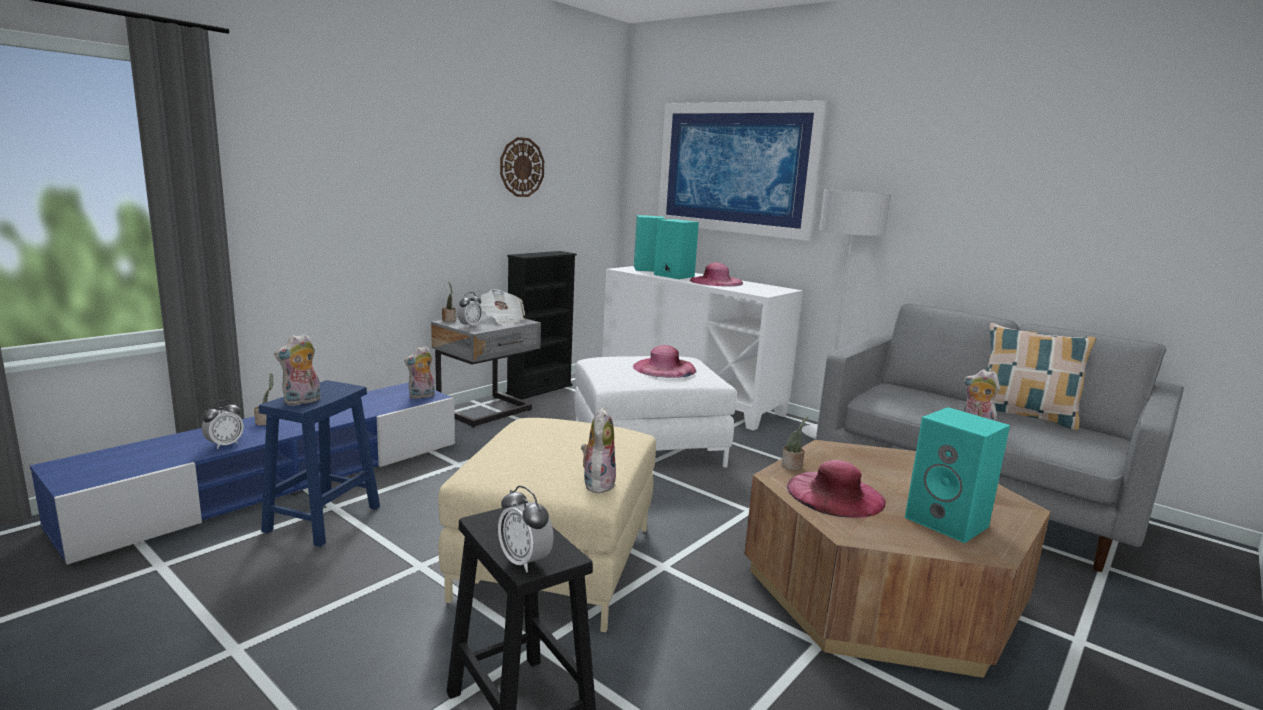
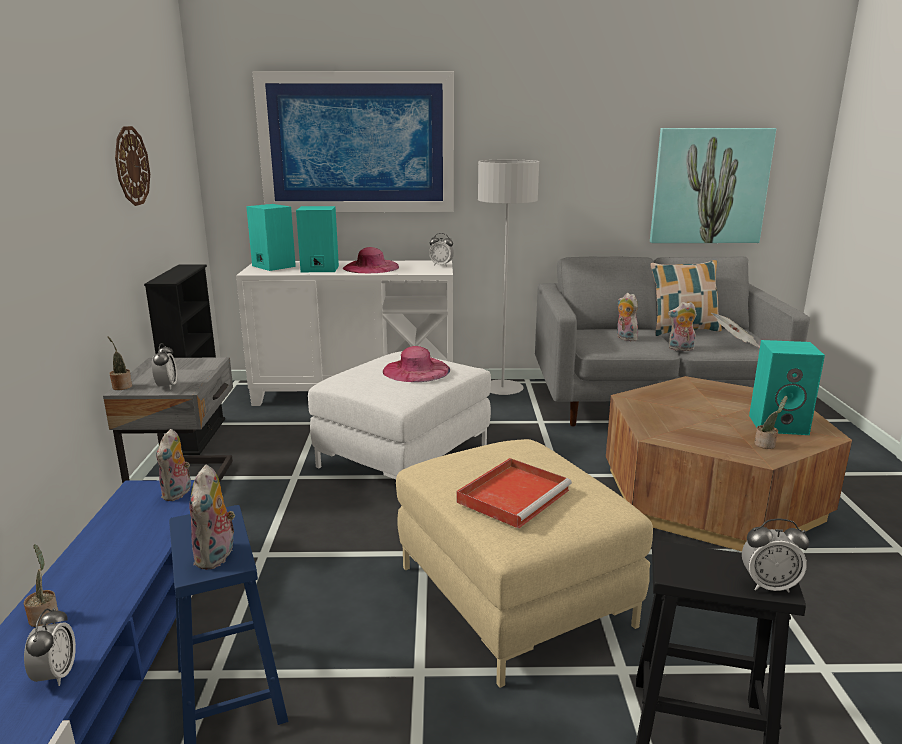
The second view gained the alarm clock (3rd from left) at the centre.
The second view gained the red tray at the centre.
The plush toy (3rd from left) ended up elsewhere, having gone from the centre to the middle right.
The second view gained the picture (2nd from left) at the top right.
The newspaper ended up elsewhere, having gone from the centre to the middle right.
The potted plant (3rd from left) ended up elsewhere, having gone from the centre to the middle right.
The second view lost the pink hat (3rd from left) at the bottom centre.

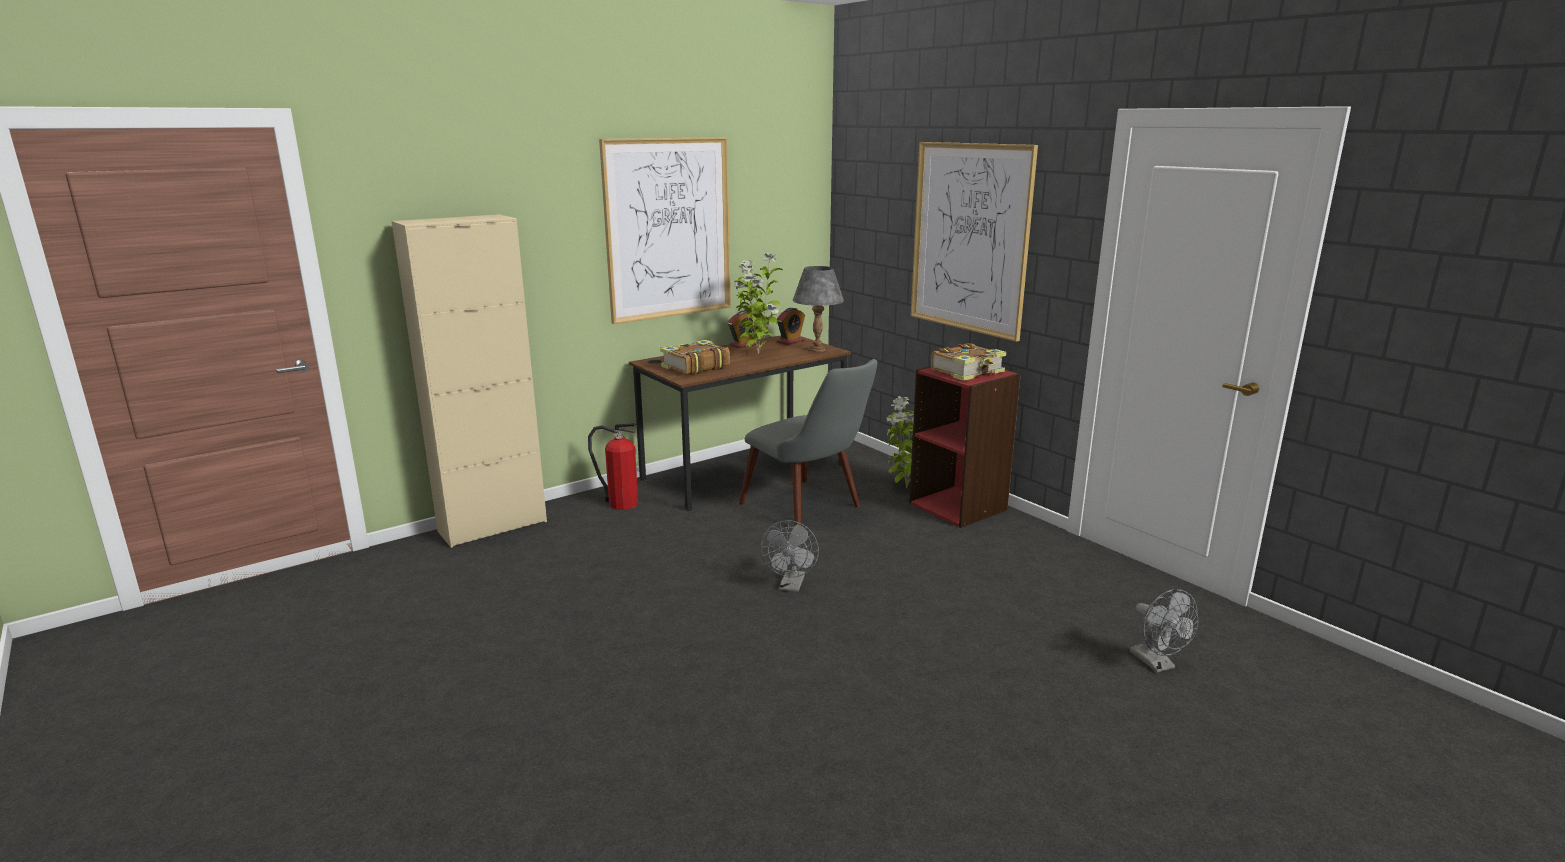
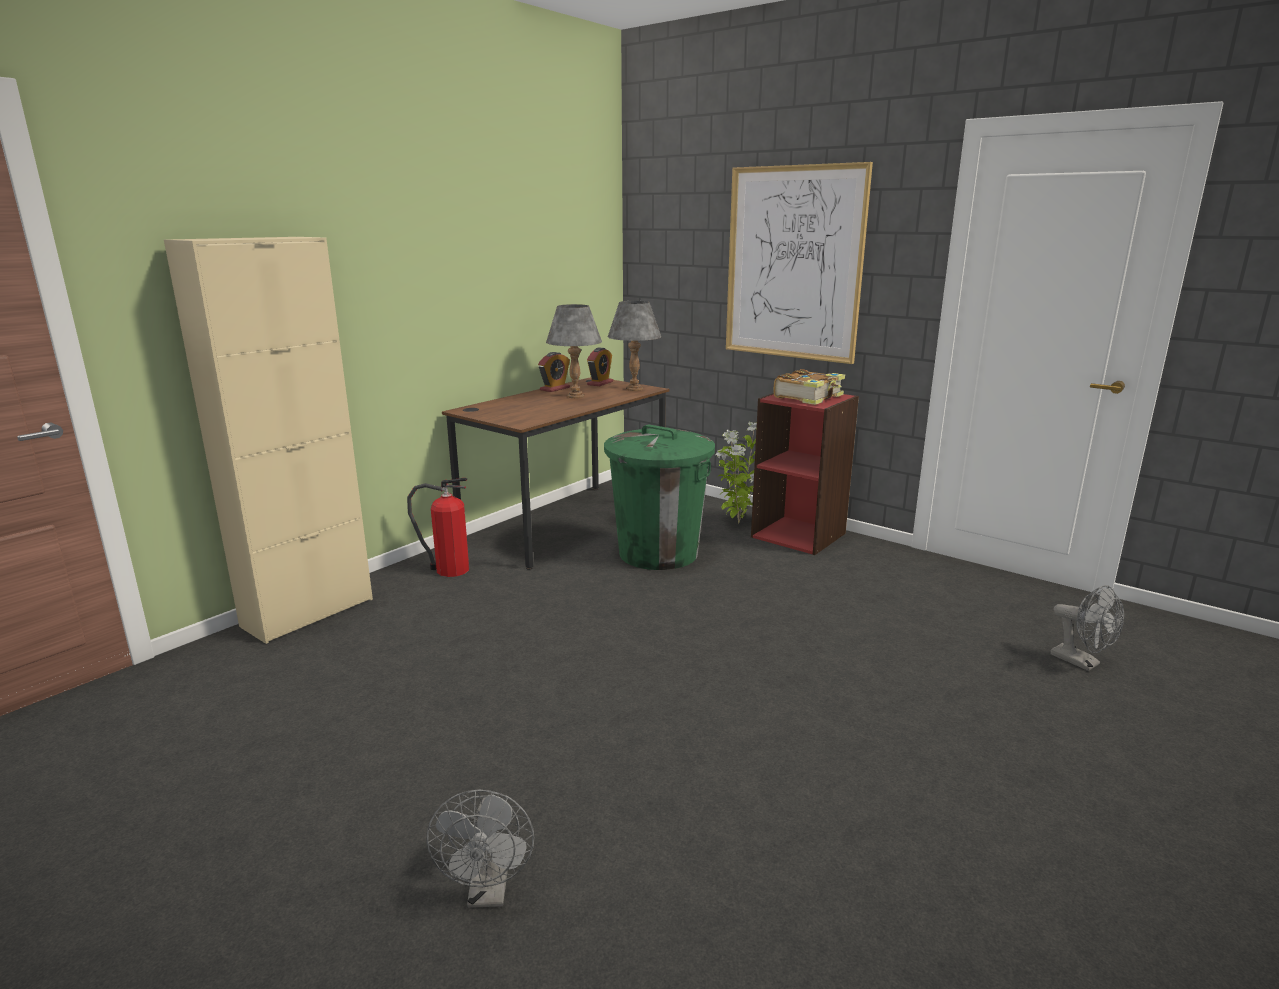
The grey fan (1st from left) ended up elsewhere, having gone from the centre to the bottom centre.
Where the potted plant (1st from left) stood at the centre, the grey table lamp (1st from left) came to stand at the centre.
Where the grey chair stood at the centre, the green trash can came to stand at the centre.
The second view lost the picture (1st from left) at the top centre.
The second view lost the book (1st from left) at the centre.

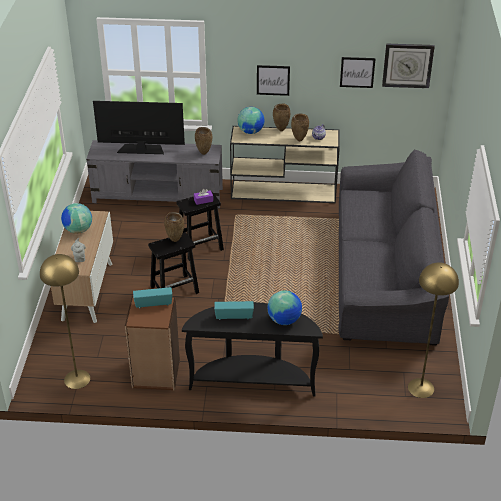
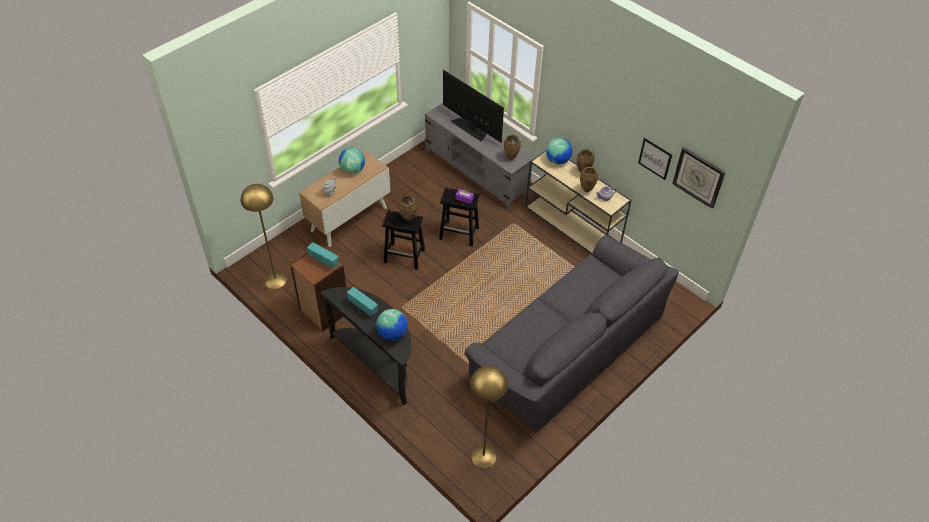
The second view lost the picture (1st from left) at the top centre.

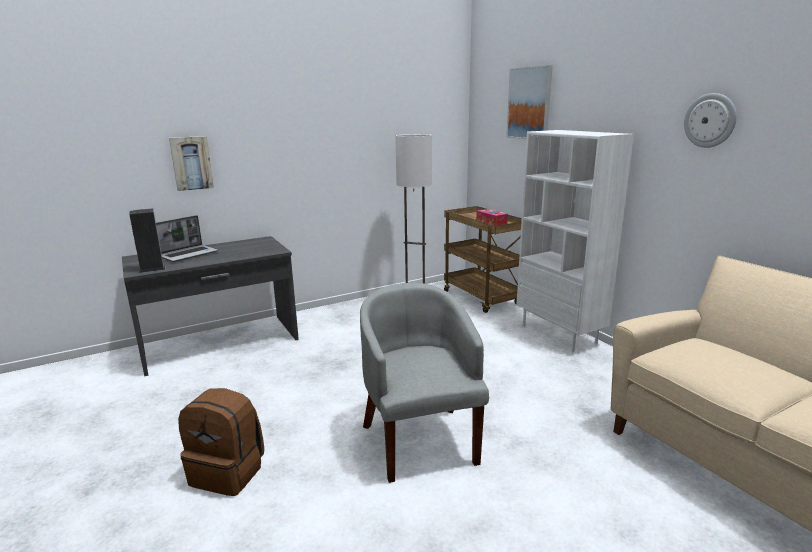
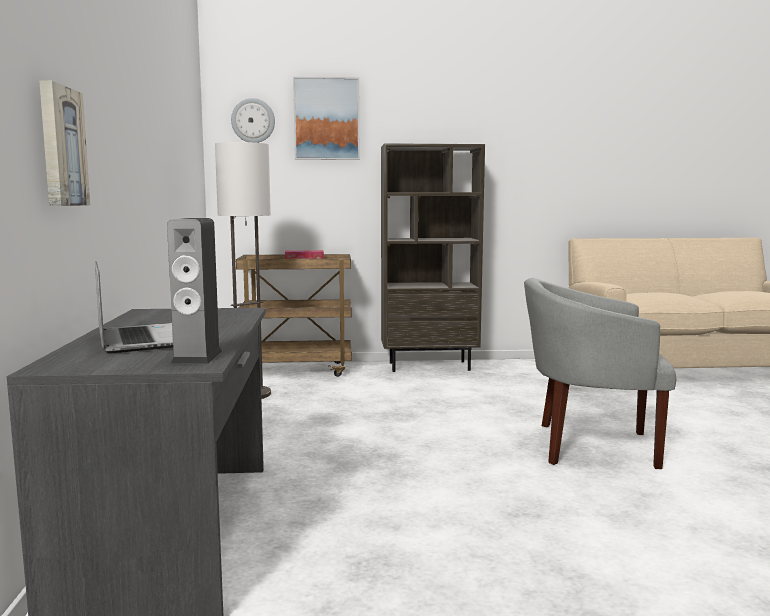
The wall clock ended up elsewhere, having gone from the top right to the top left.
What was the white bookcase at the middle right turned into the brown bookcase at the centre.
The second view lost the brown backpack at the bottom left.

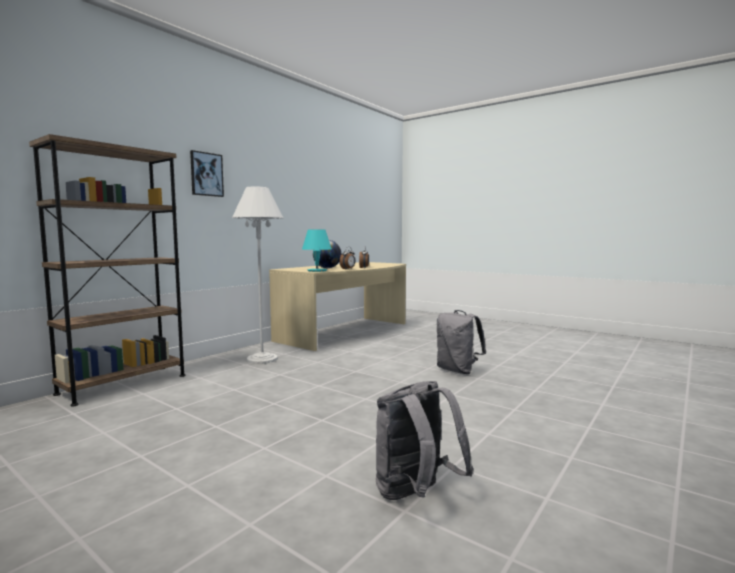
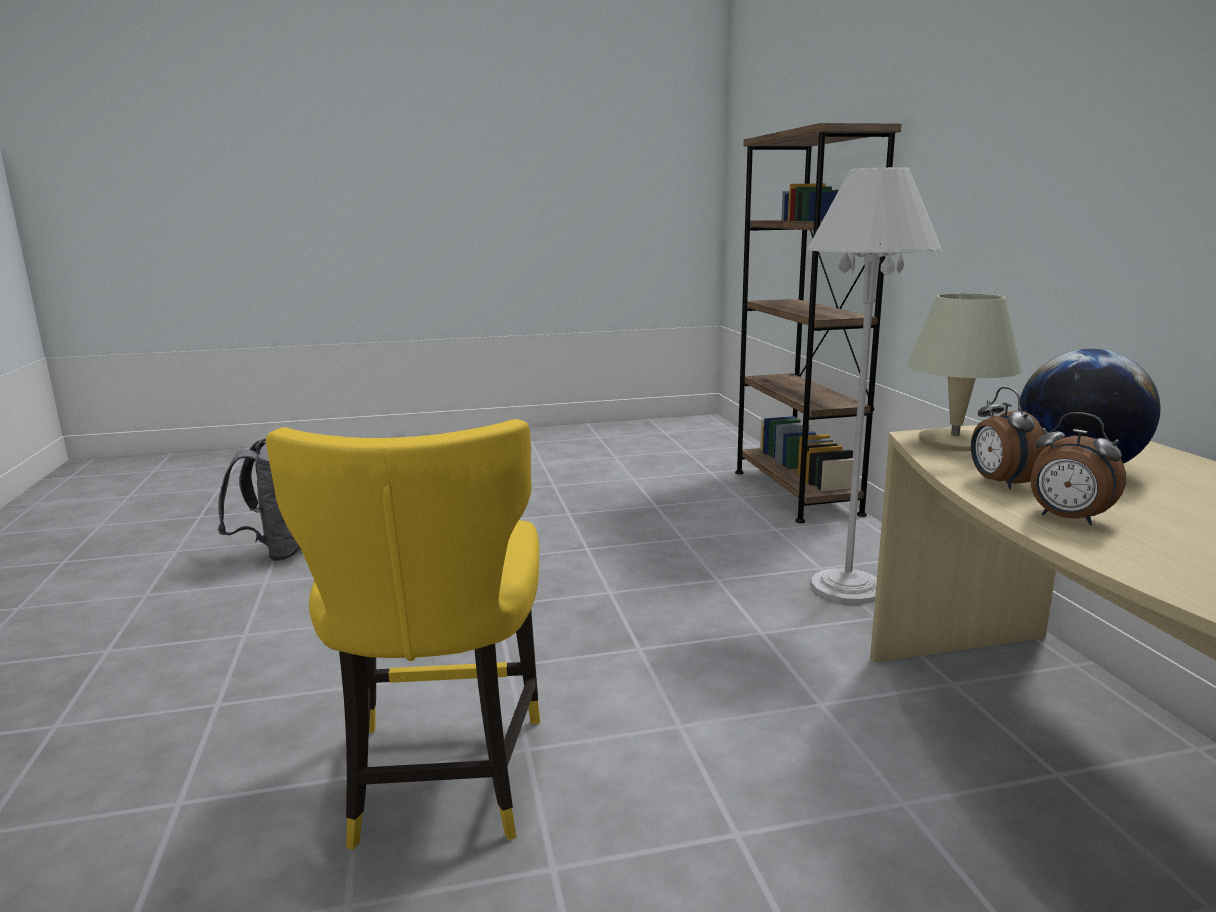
Where the grey backpack (2nd from left) stood at the centre, the yellow chair came to stand at the bottom left.
What was the turquoise table lamp at the centre turned into the beige table lamp at the middle right.
The second view lost the picture at the top left.

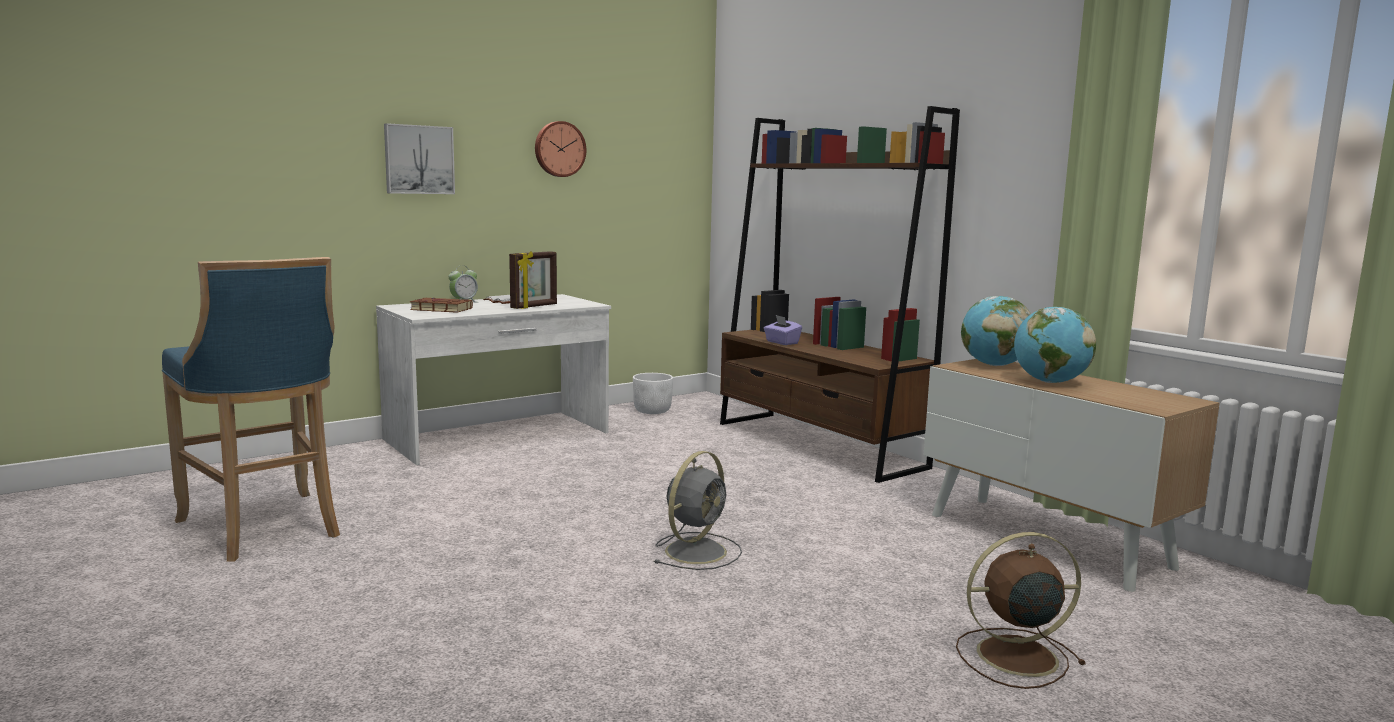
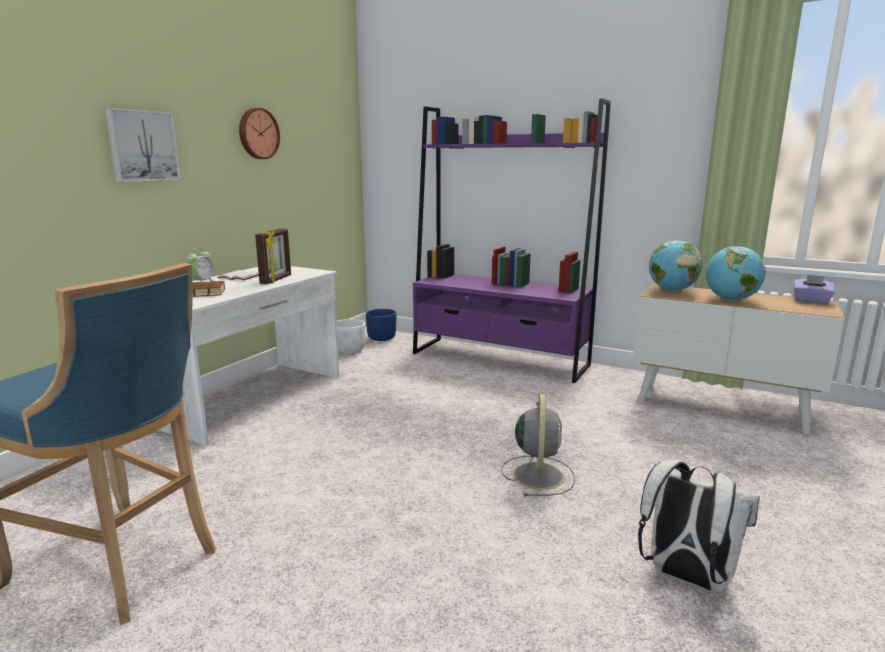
The second view gained the blue planter at the centre.
What was the brown bookcase at the centre turned into the purple bookcase at the centre.
The second view gained the white backpack at the bottom right.
The purple tissue box ended up elsewhere, having gone from the centre to the middle right.
The second view lost the brown fan at the bottom right.

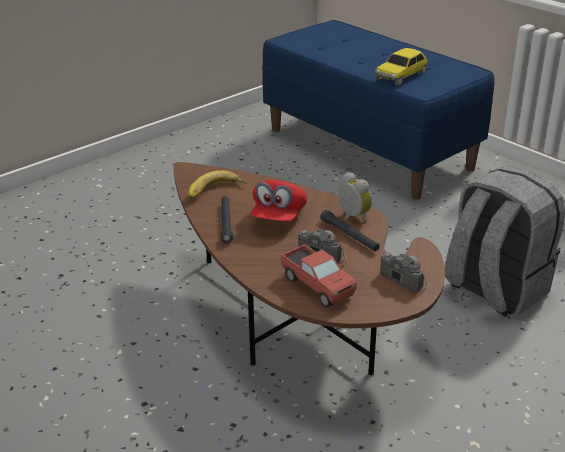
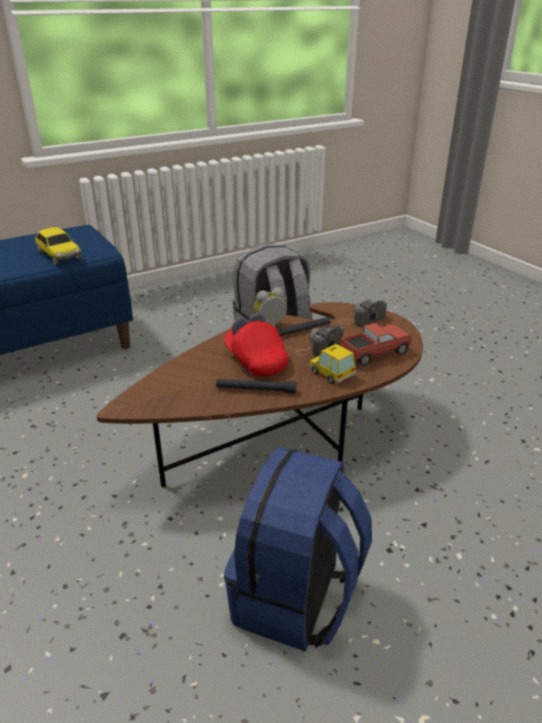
The red cap at the centre ended up facing another way, 150 degrees counterclockwise from before.
The second view gained the blue backpack at the bottom centre.
The second view gained the toy car (2nd from left) at the centre.
The second view lost the banana at the centre.

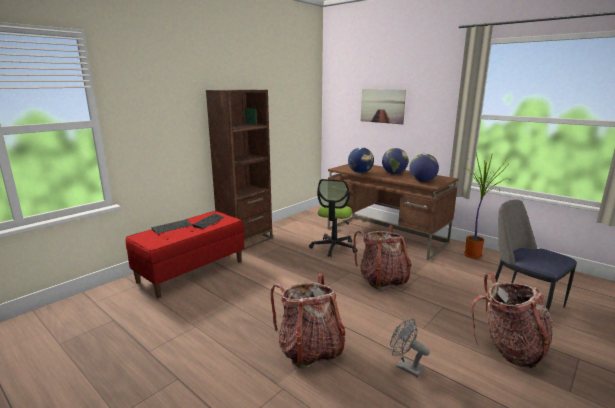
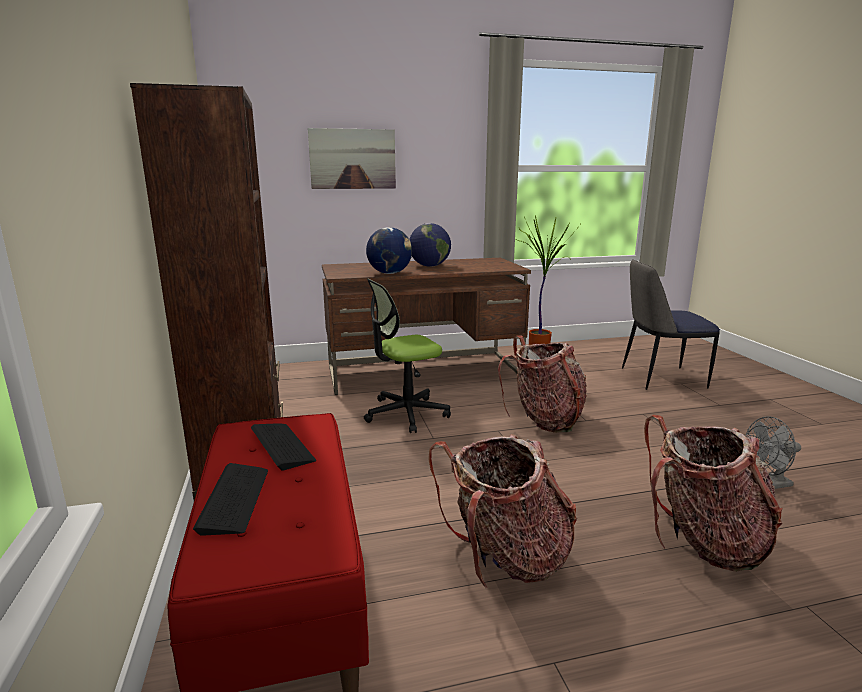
The office chair at the centre ended up facing another way, 105 degrees clockwise from before.
The backpack (3rd from left in the first image) ended up elsewhere, having gone from the bottom right to the bottom centre.
The second view lost the globe (3rd from left) at the middle right.

